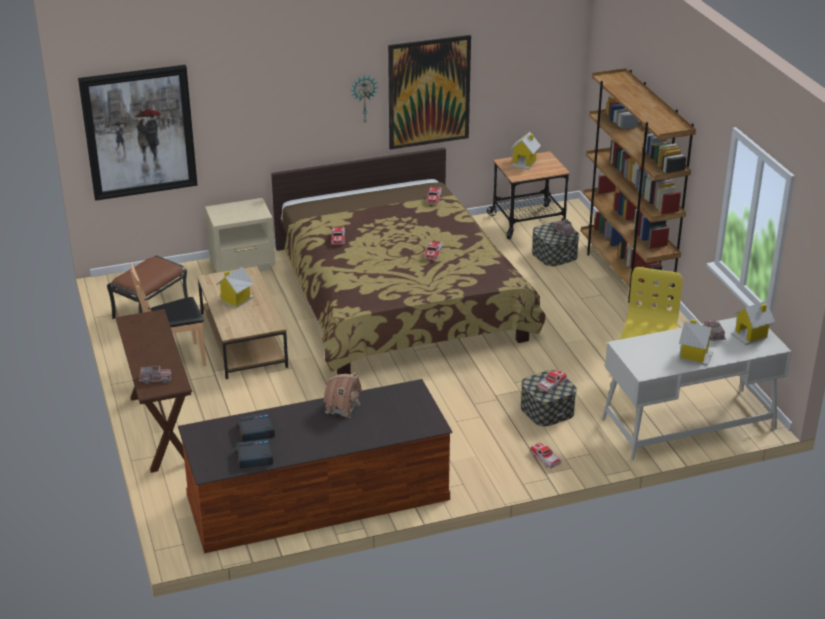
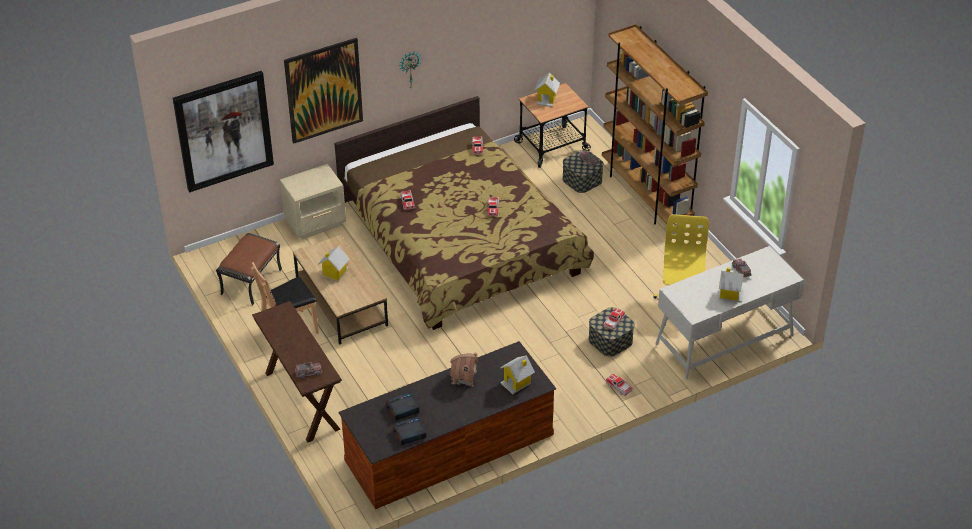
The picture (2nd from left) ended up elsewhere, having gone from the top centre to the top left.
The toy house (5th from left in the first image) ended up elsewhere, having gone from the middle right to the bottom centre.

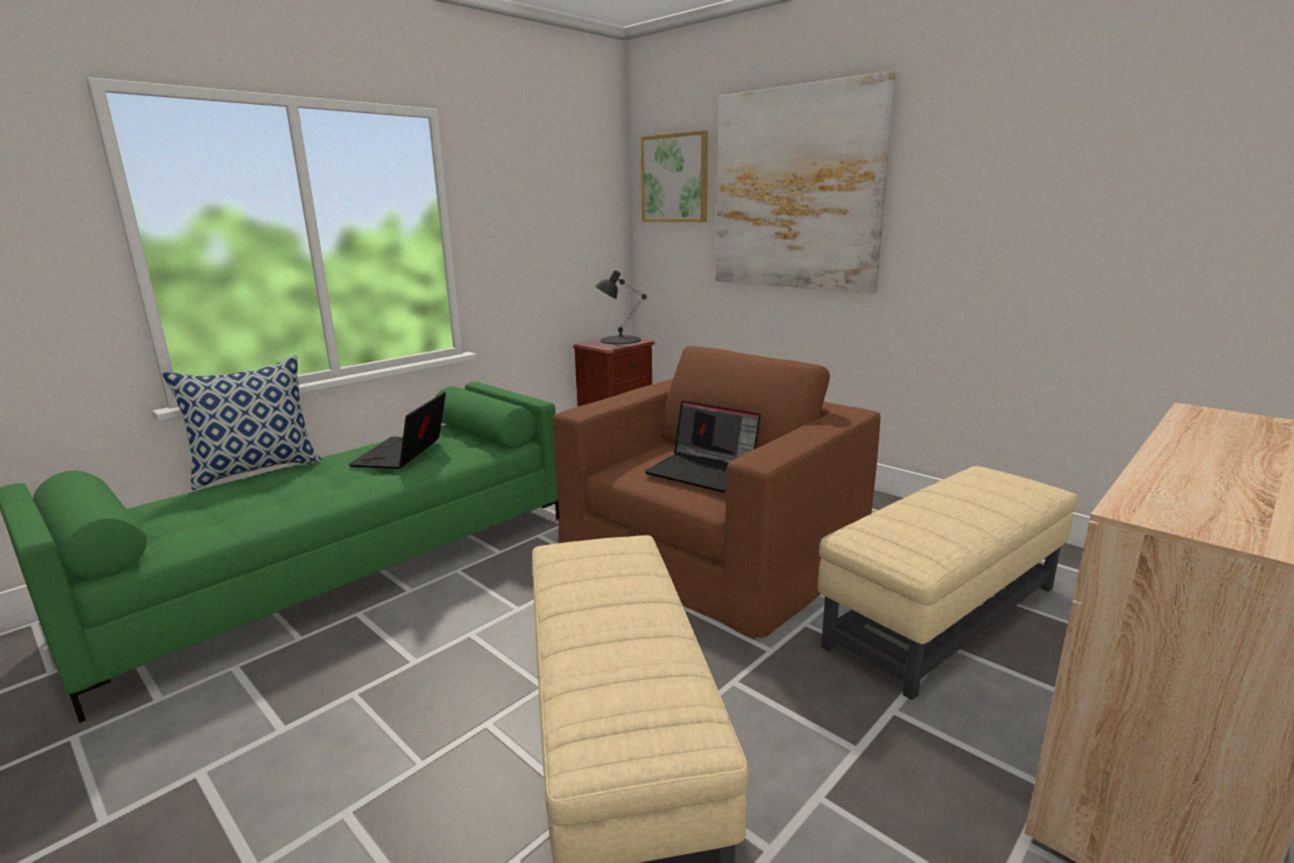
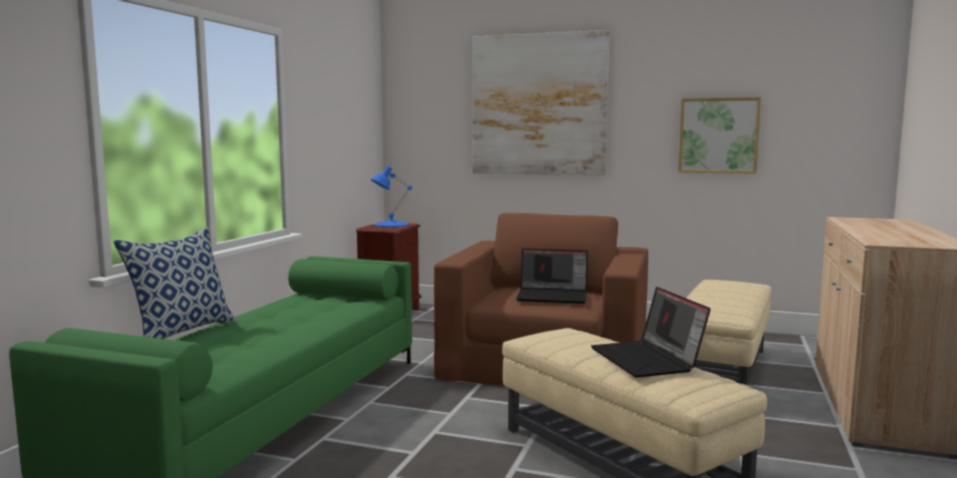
What was the black table lamp at the centre turned into the blue table lamp at the centre.
The laptop (1st from left in the first image) ended up elsewhere, having gone from the middle left to the bottom right.
The picture (1st from left in the first image) ended up elsewhere, having gone from the top centre to the top right.

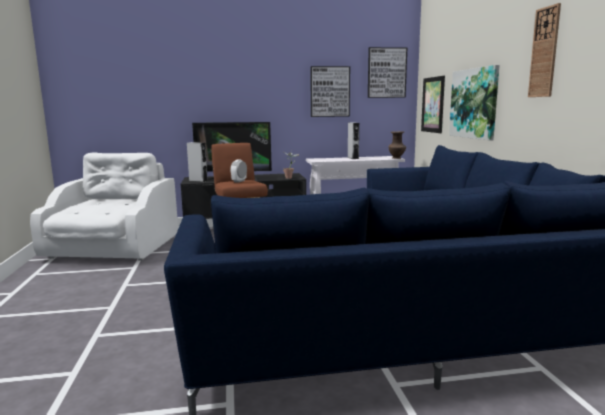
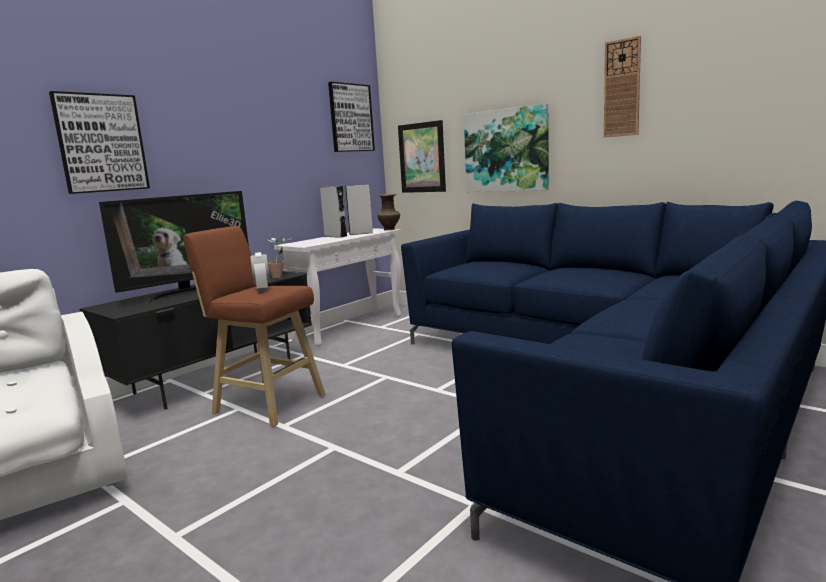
The picture (1st from left) ended up elsewhere, having gone from the top centre to the top left.
The grey speaker (1st from left in the first image) ended up elsewhere, having gone from the middle left to the centre.

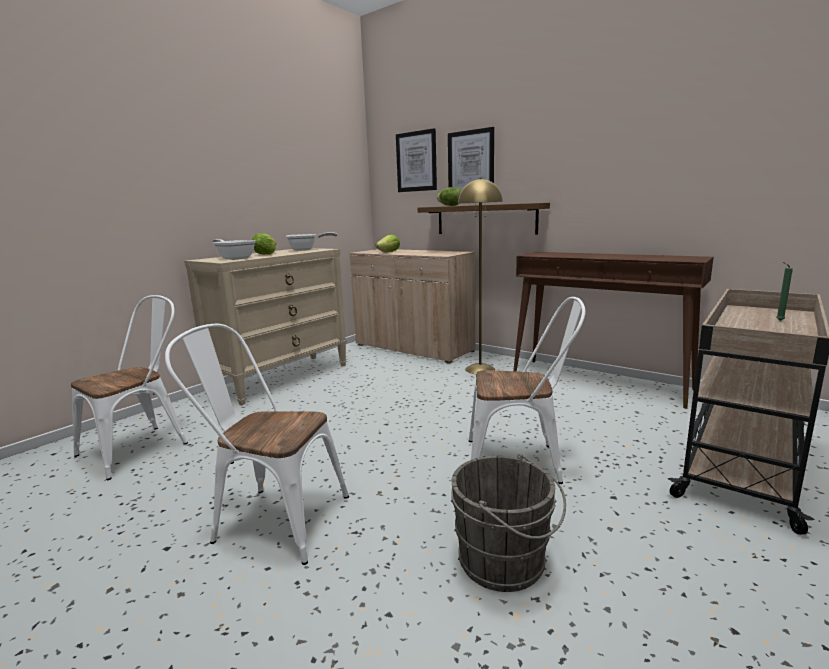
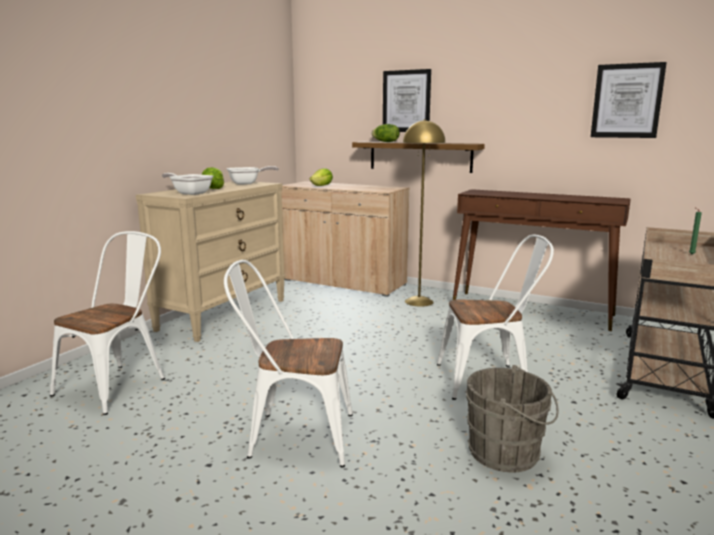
The picture (1st from left in the first image) ended up elsewhere, having gone from the top centre to the top right.

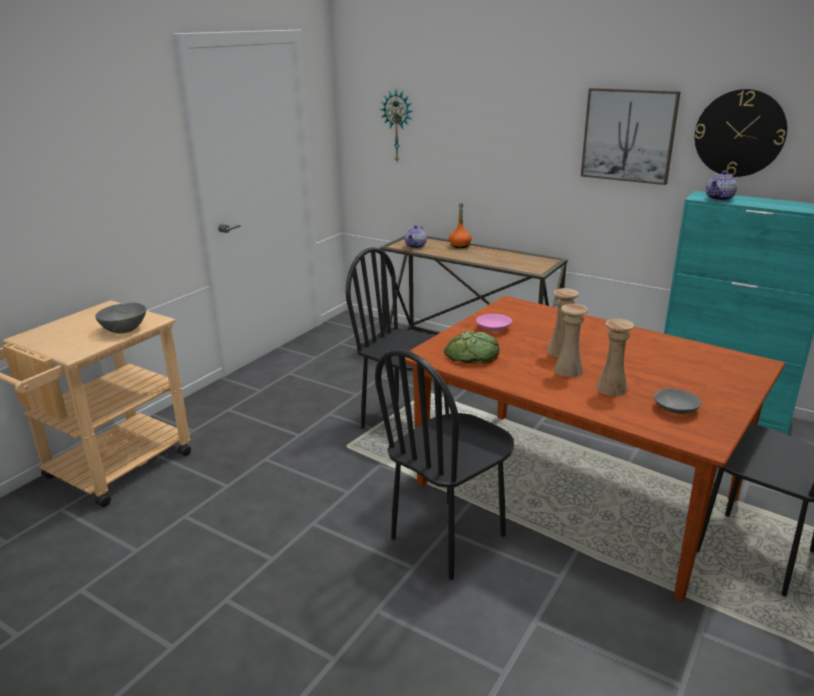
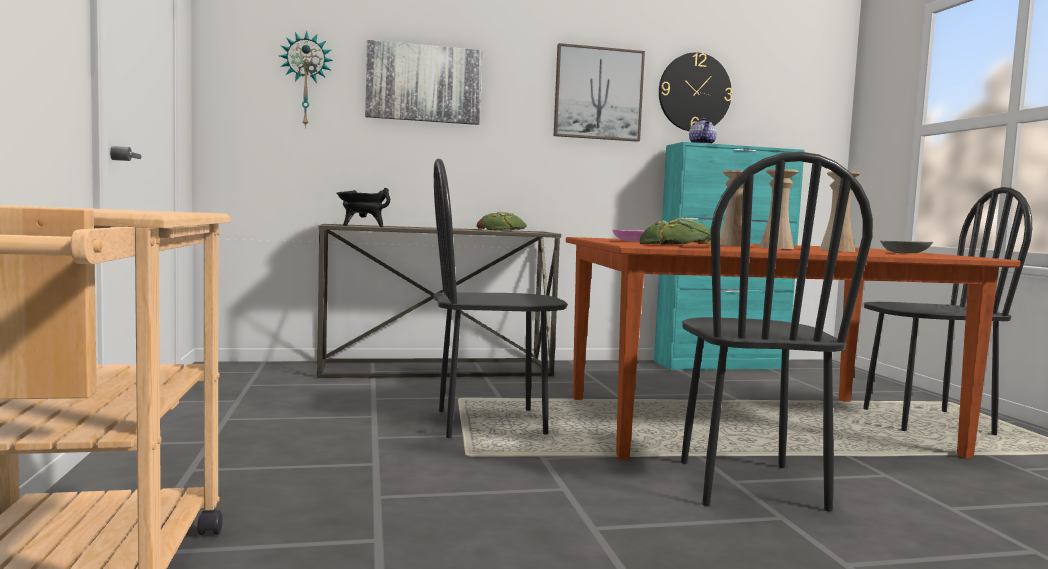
Where the teapot (1st from left) stood at the centre, the black cooking pot came to stand at the centre.
The second view gained the picture (1st from left) at the top centre.
The second view gained the bread (1st from left) at the centre.
The second view lost the grey bowl (1st from left) at the middle left.
The second view lost the orange bottle at the top centre.

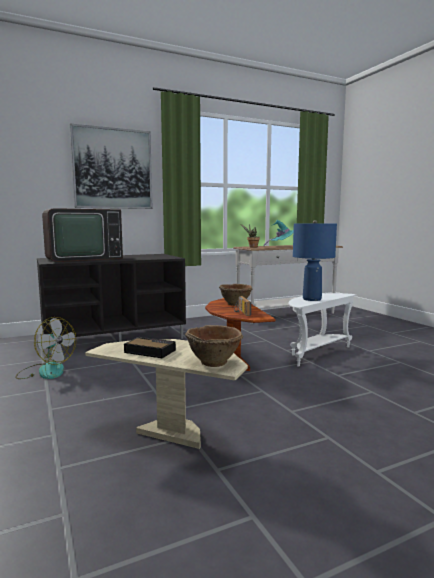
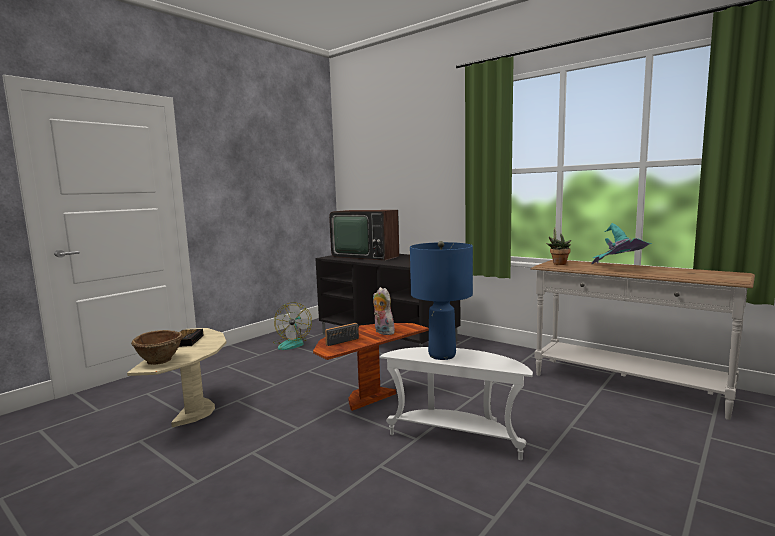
Where the brown bowl (2nd from left) stood at the centre, the plush toy came to stand at the centre.
The second view lost the picture at the top left.

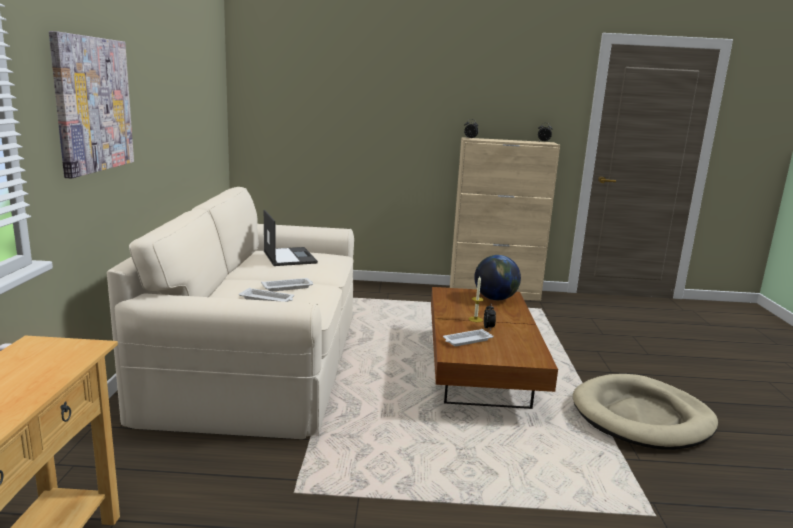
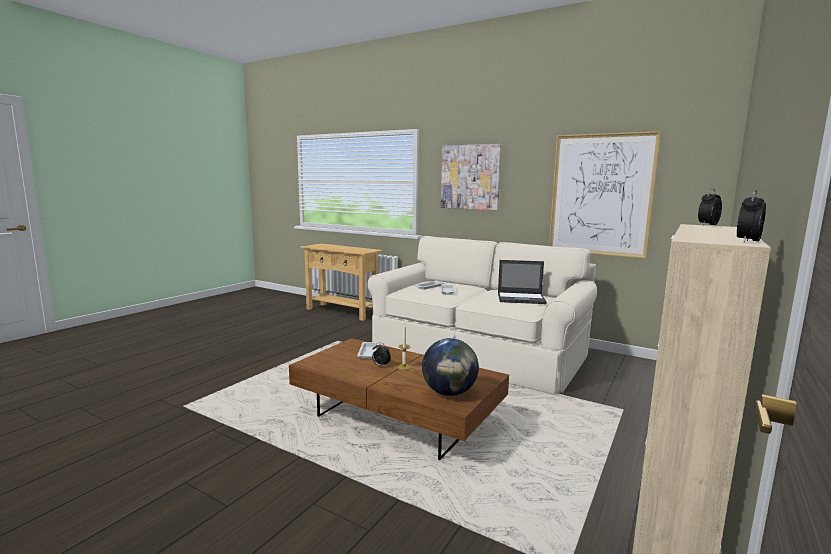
The second view gained the picture (2nd from left) at the middle right.
The second view lost the beige dog bed at the bottom right.

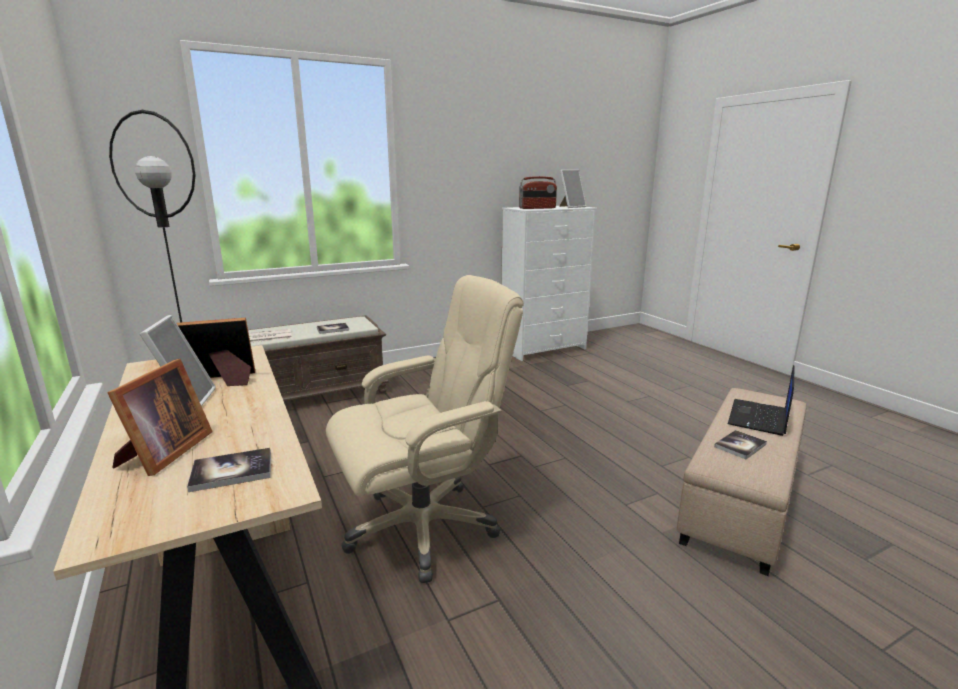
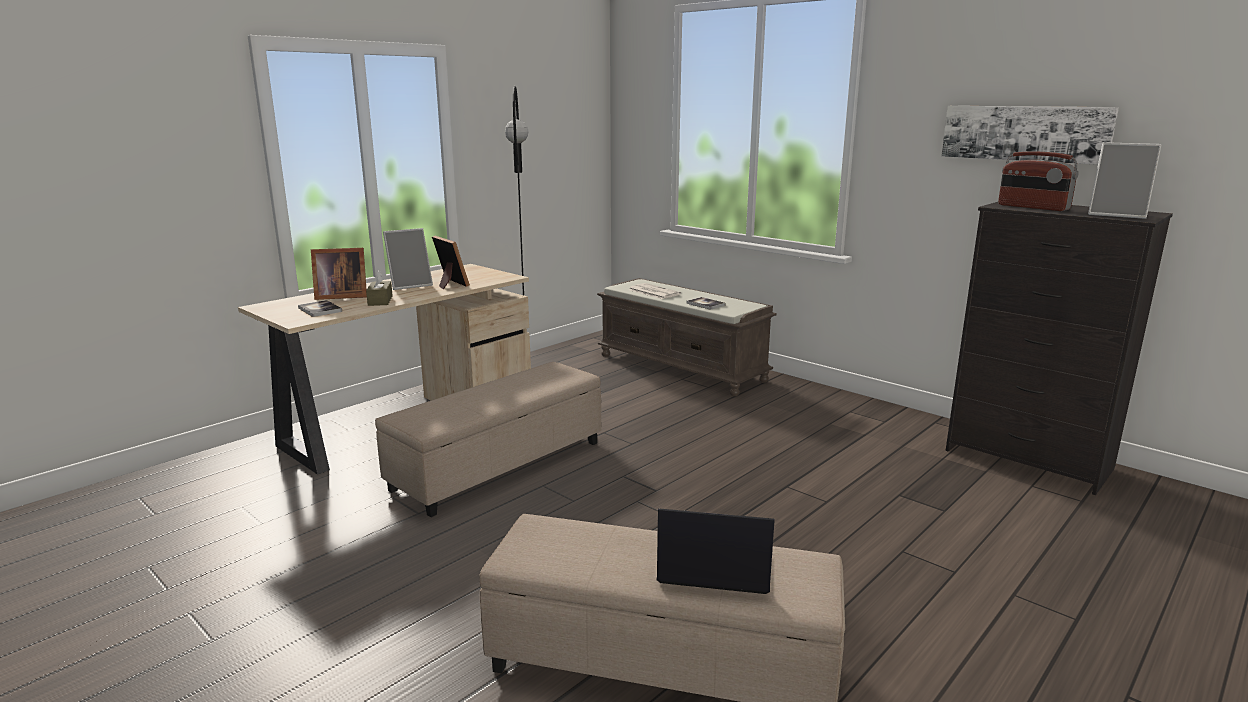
The second view gained the brown tissue box at the middle left.
Where the beige office chair stood at the centre, the beige ottoman (1st from left) came to stand at the centre.
The second view gained the picture at the top right.
What was the white dresser at the centre turned into the black dresser at the middle right.
The second view lost the book (3rd from left) at the middle right.

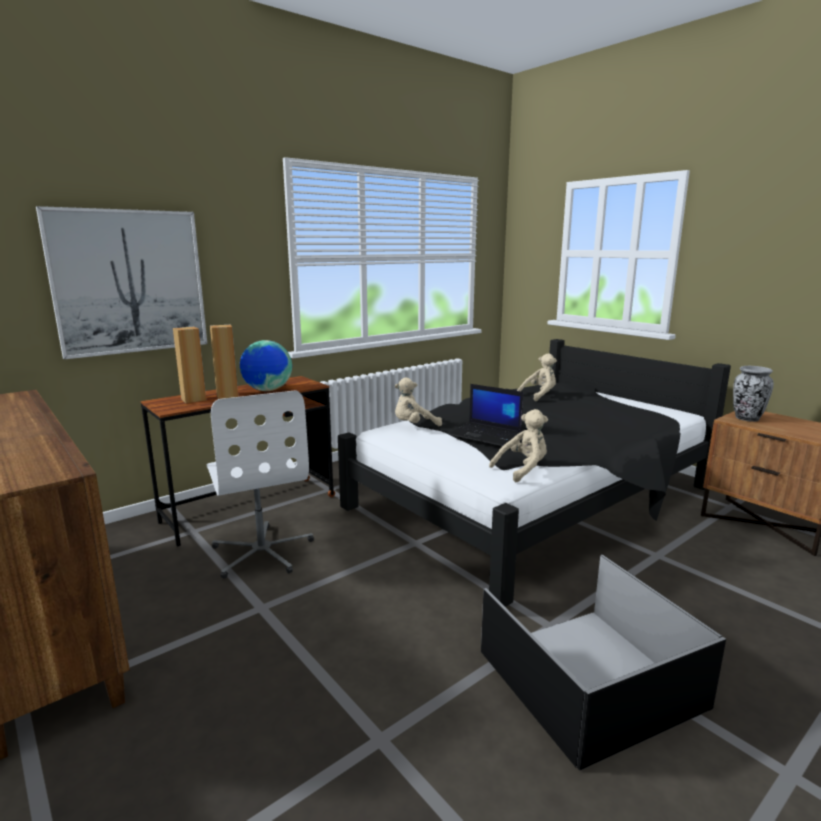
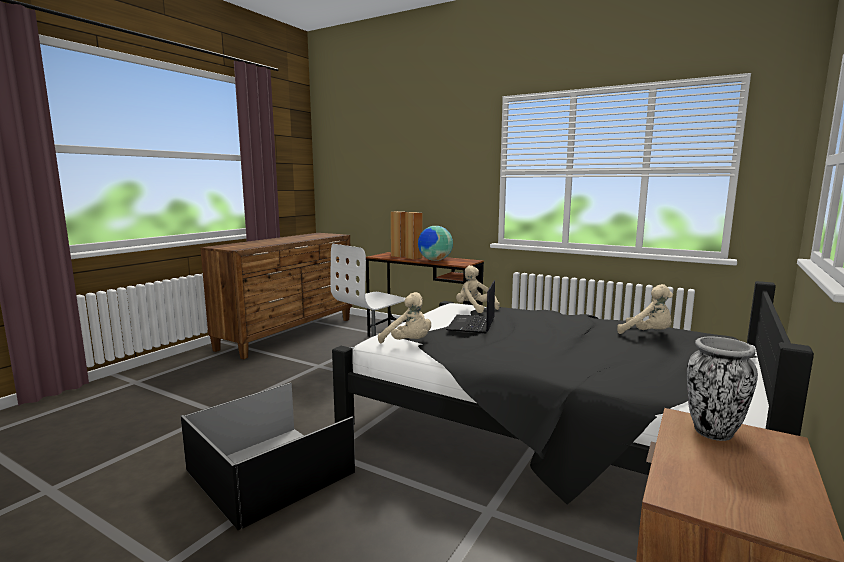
The second view lost the picture at the middle left.

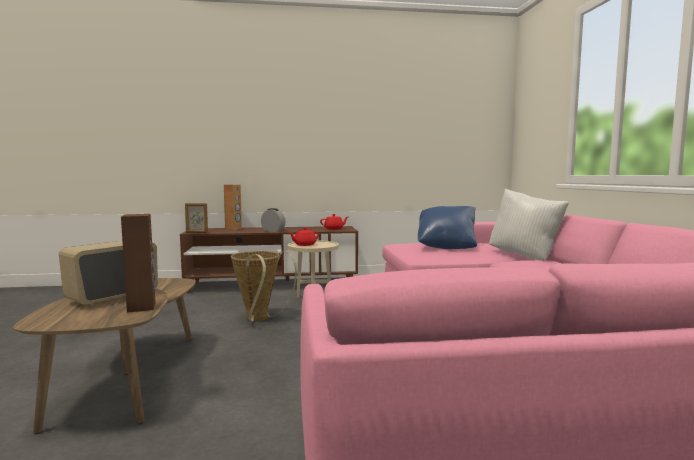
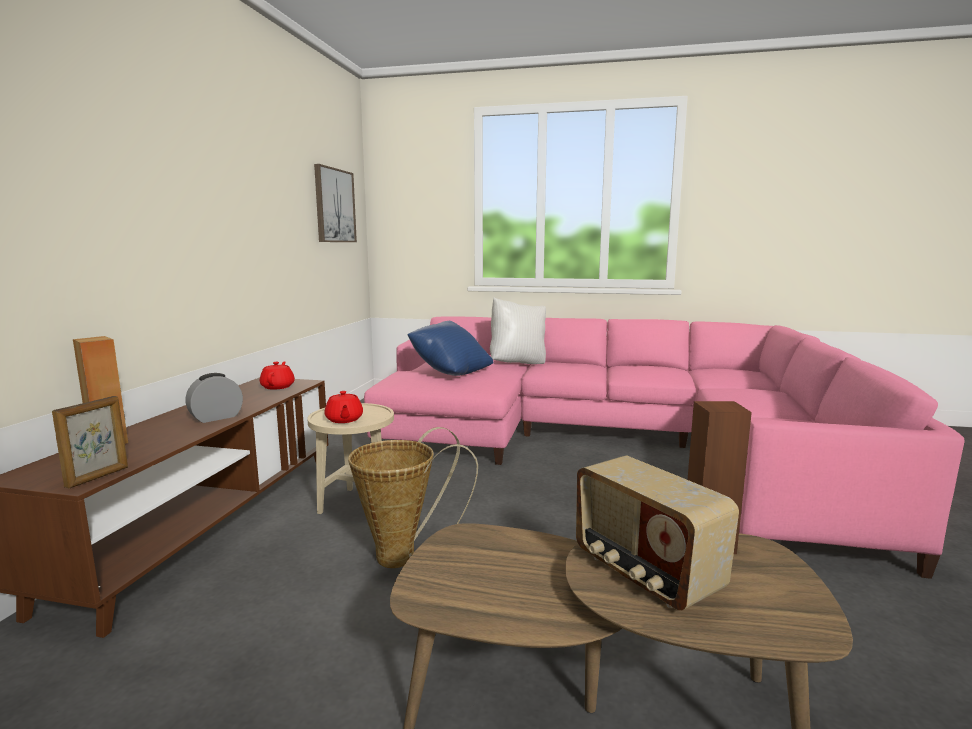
The second view gained the picture at the top centre.

